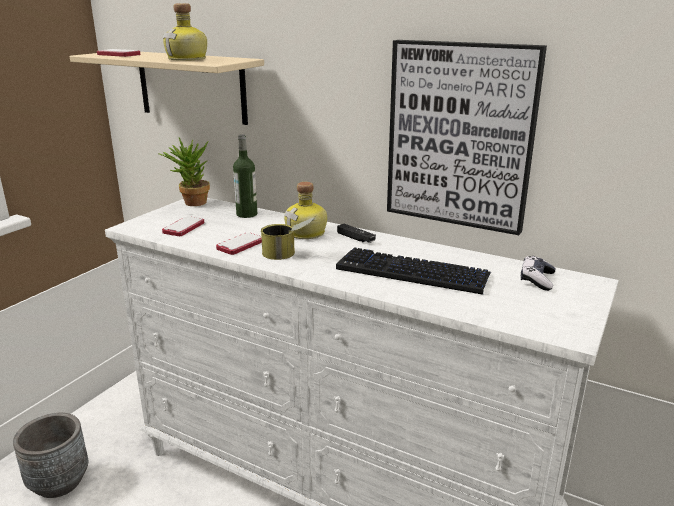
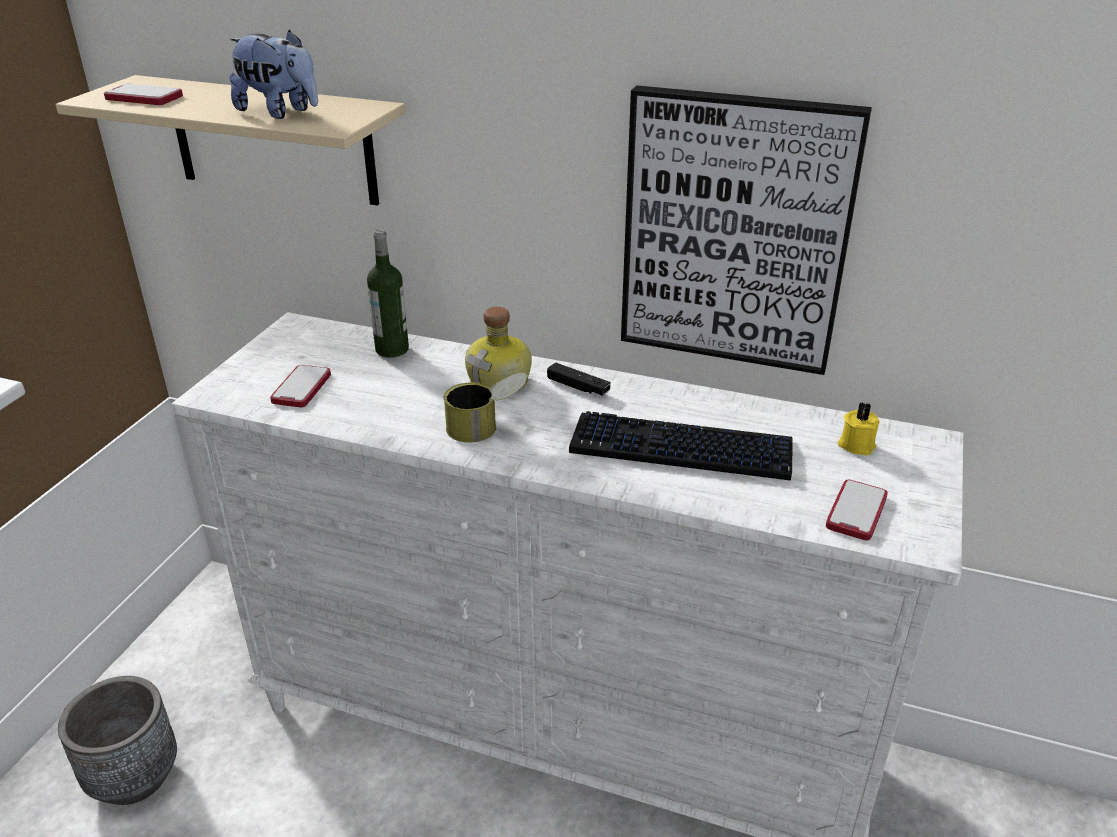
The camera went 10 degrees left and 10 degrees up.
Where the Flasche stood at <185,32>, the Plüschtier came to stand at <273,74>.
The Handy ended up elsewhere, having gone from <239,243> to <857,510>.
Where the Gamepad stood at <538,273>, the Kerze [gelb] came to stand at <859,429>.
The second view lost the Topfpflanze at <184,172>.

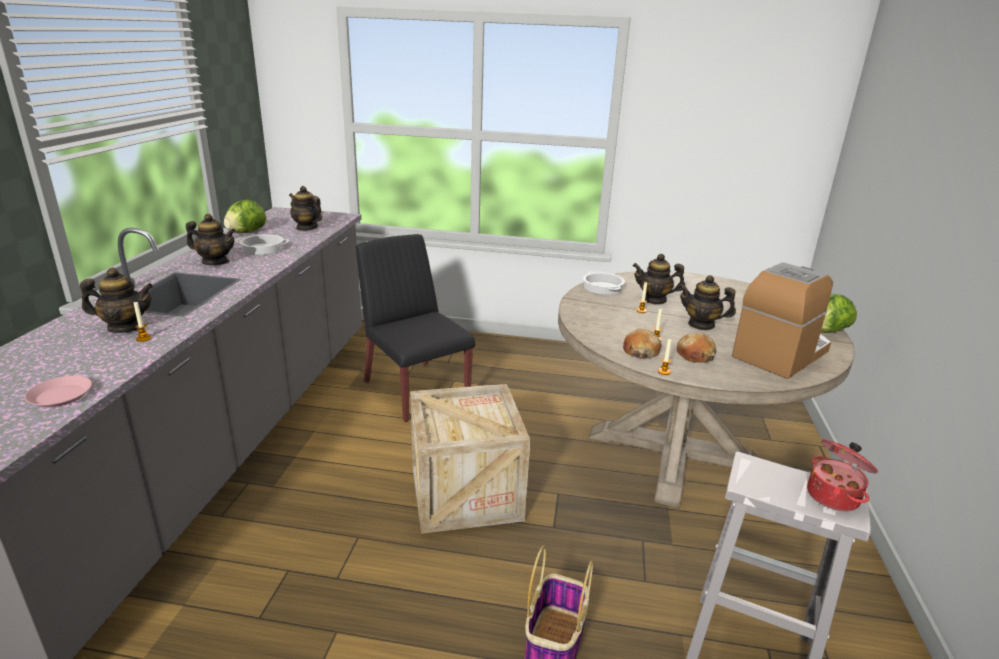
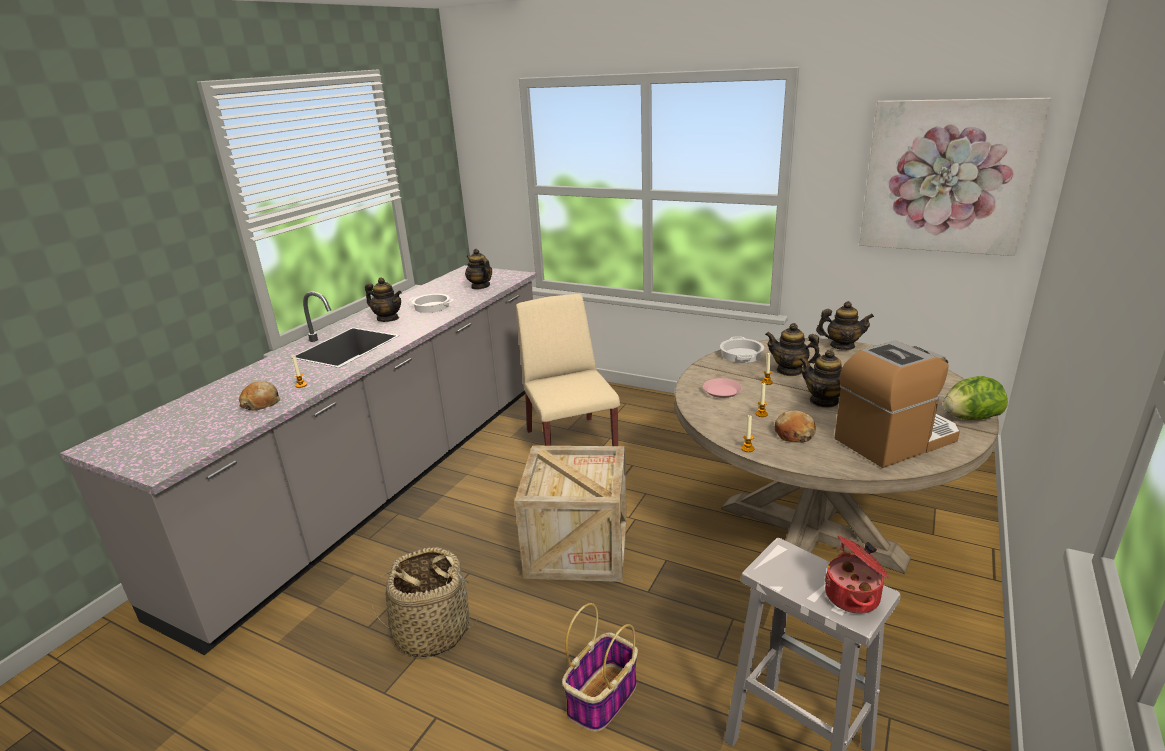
The camera went 20 degrees right and 0 degrees up.
The Brot ended up elsewhere, having gone from <642,343> to <260,396>.
The second view gained the Korb at <425,602>.
What was the Stuhl [schwarz] at <415,328> turned into the Stuhl [beige] at <568,370>.
The Teller [rosa] ended up elsewhere, having gone from <58,391> to <722,388>.
The Teekanne ended up elsewhere, having gone from <116,300> to <845,325>.
The second view gained the Bild at <955,177>.
The second view lost the Salatkopf at <245,216>.

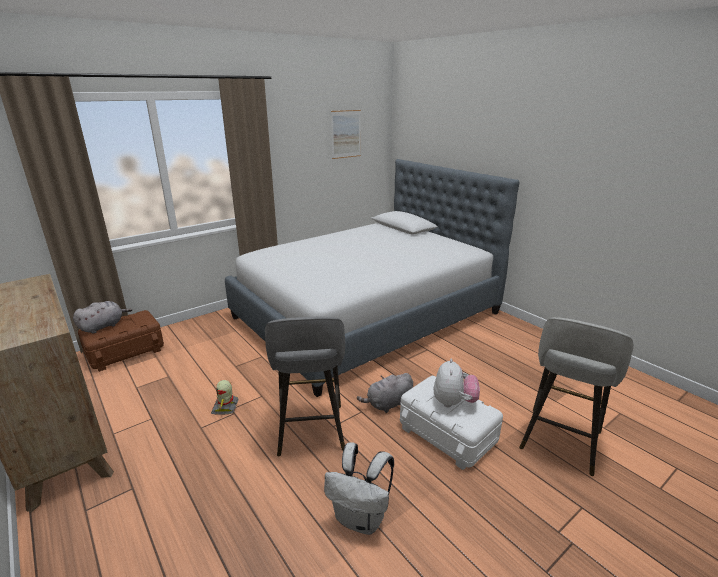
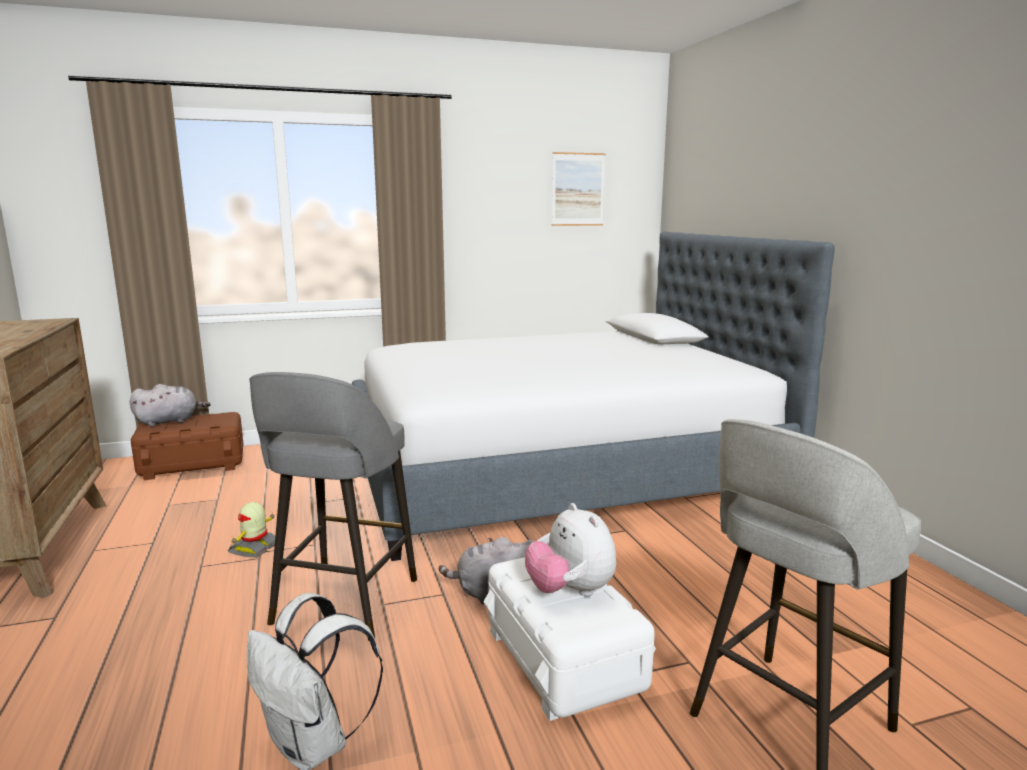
The camera went 20 degrees right and 10 degrees down.
The Plüschtier at <457,382> ended up facing another way, 120 degrees clockwise from before.

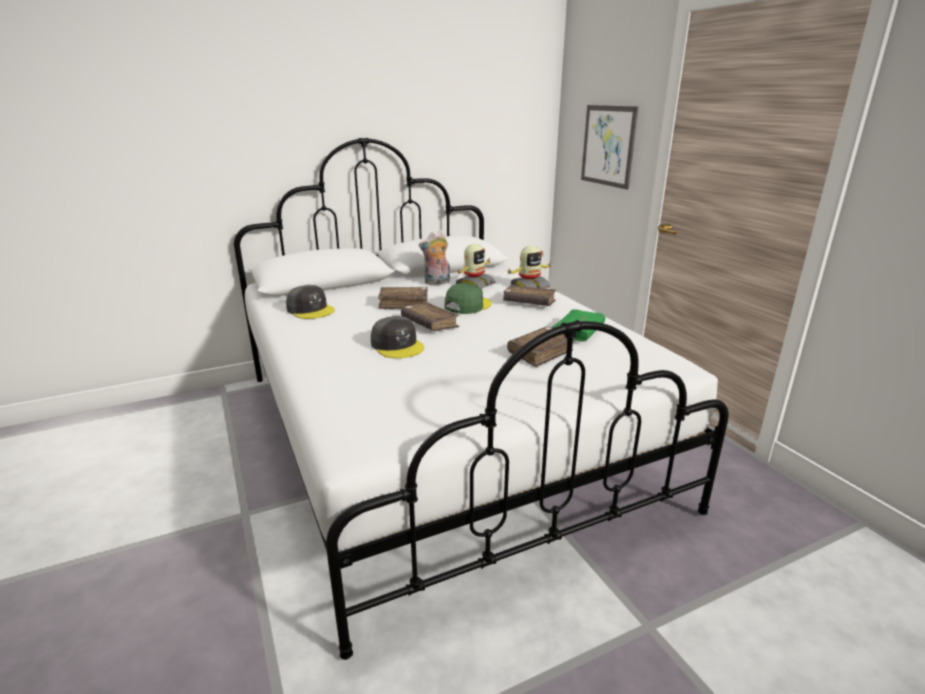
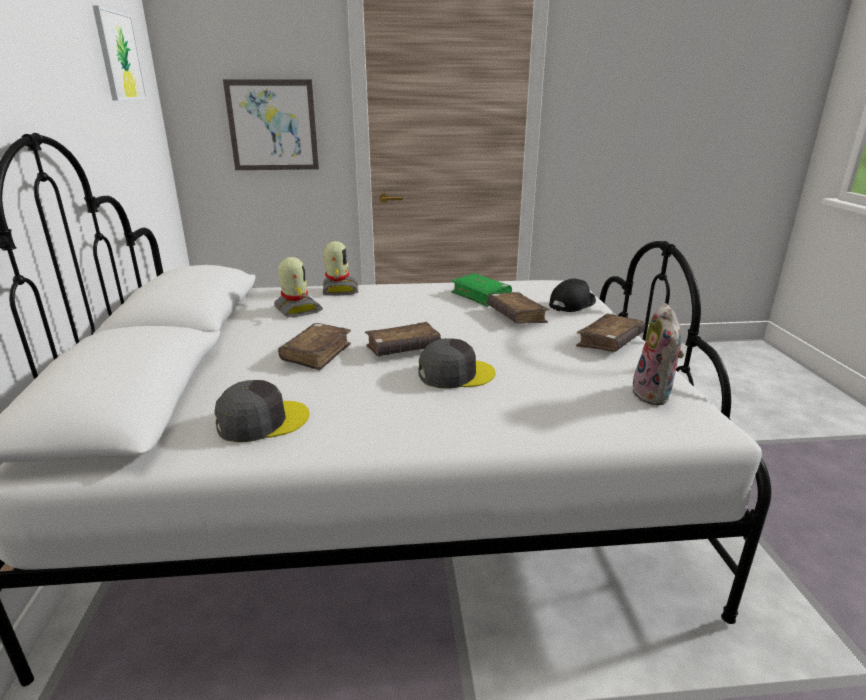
The camera went 70 degrees left and 0 degrees up.
The second view gained the Bild at <119,52>.
The second view gained the Kappe [schwarz] at <572,295>.
The Buch [braun] ended up elsewhere, having gone from <529,295> to <610,332>.
The Plüschtier ended up elsewhere, having gone from <434,257> to <658,354>.
The second view lost the Kappe [grün] at <468,298>.

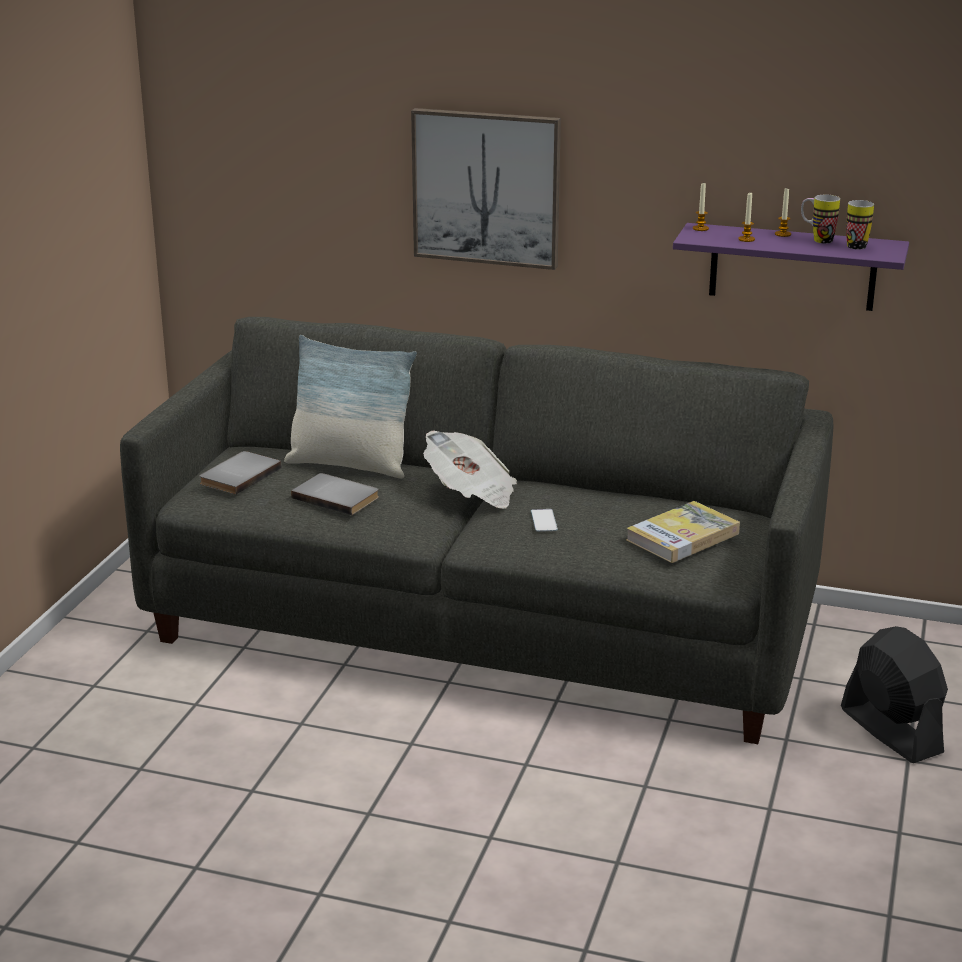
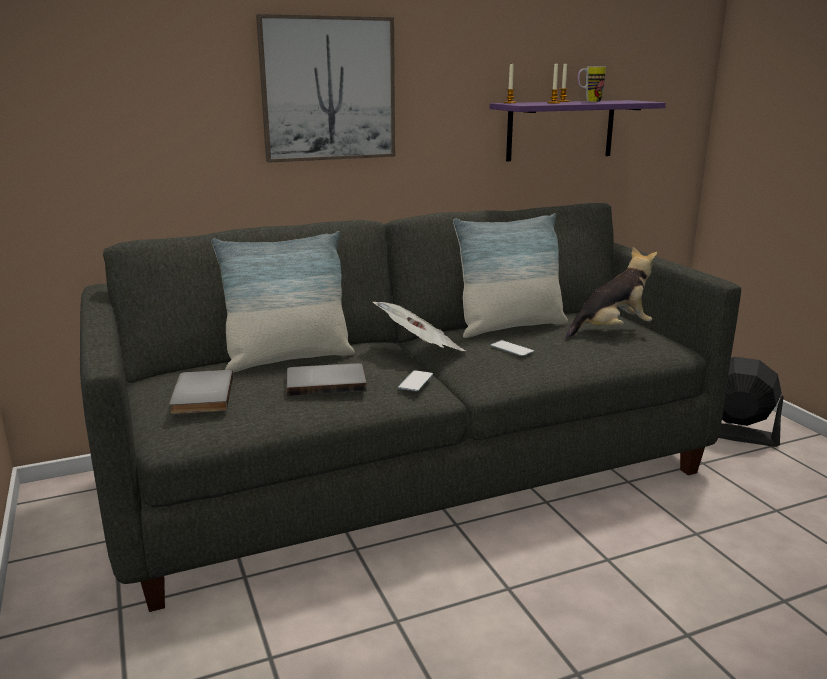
The camera went 40 degrees left and 5 degrees down.
The second view gained the Handy at <415,380>.
The second view gained the Kissen at <510,275>.
Where the Buch stood at <683,532>, the Plüschtier came to stand at <611,293>.
The second view lost the Henkelbecher at <860,225>.

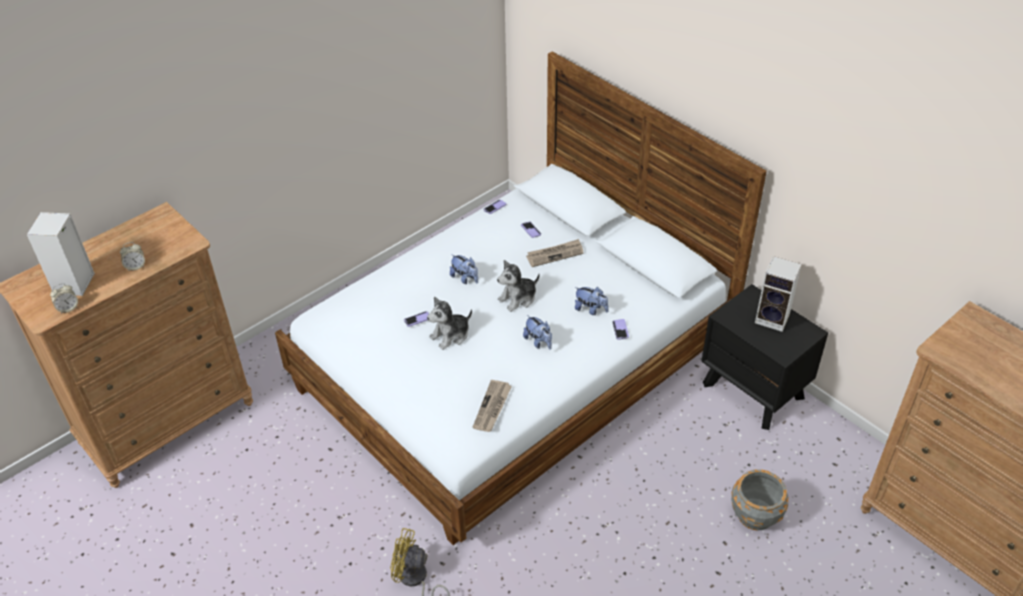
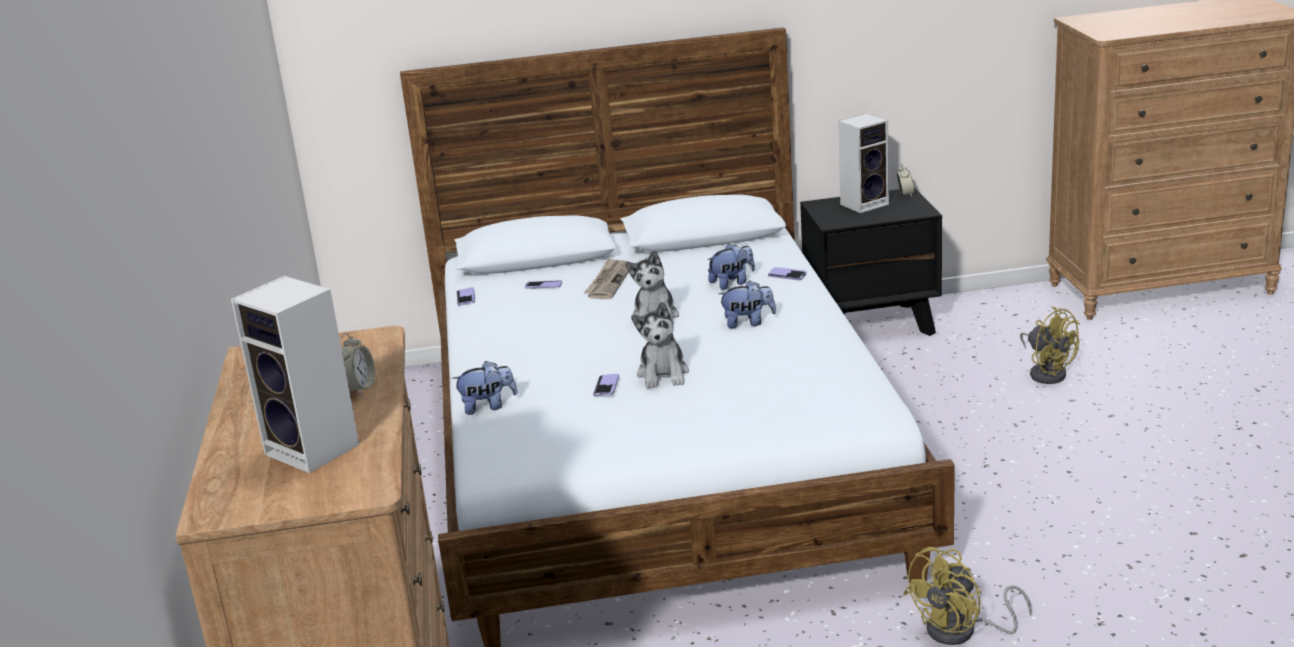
The camera went 55 degrees left and 20 degrees down.
The Plüschtier ended up elsewhere, having gone from <464,269> to <484,388>.
The Wecker ended up elsewhere, having gone from <64,298> to <906,180>.
Where the Pflanzkübel [grau] stood at <759,500>, the Ventilator [gelb] came to stand at <1050,345>.
The second view lost the Zeitung at <492,406>.

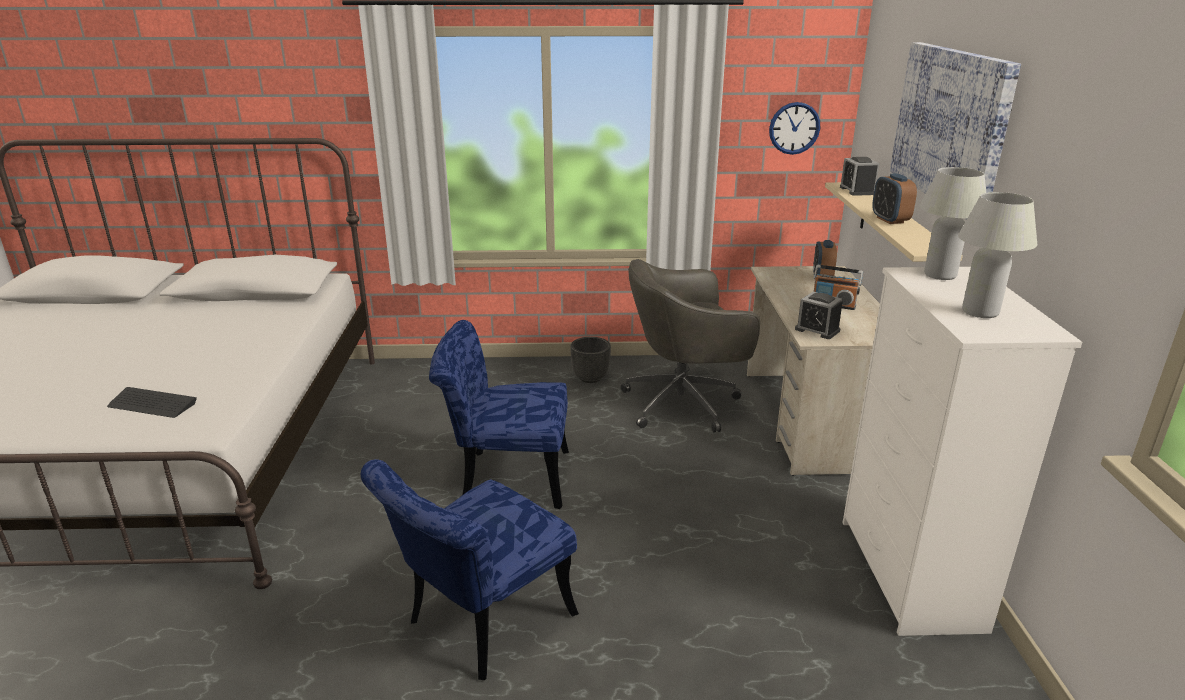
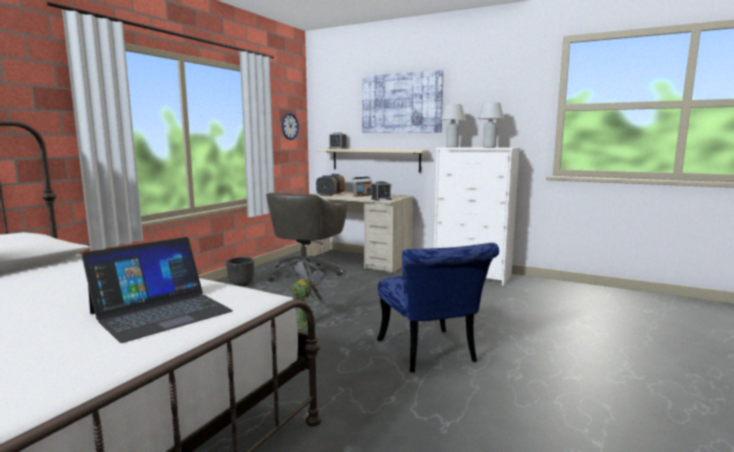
The camera went 60 degrees left and 15 degrees down.
Where the Tastatur stood at <152,402>, the Laptop came to stand at <157,290>.
Where the Stuhl [blau] stood at <499,414>, the Ventilator [grau] came to stand at <309,293>.
The Wecker ended up elsewhere, having gone from <894,198> to <326,185>.

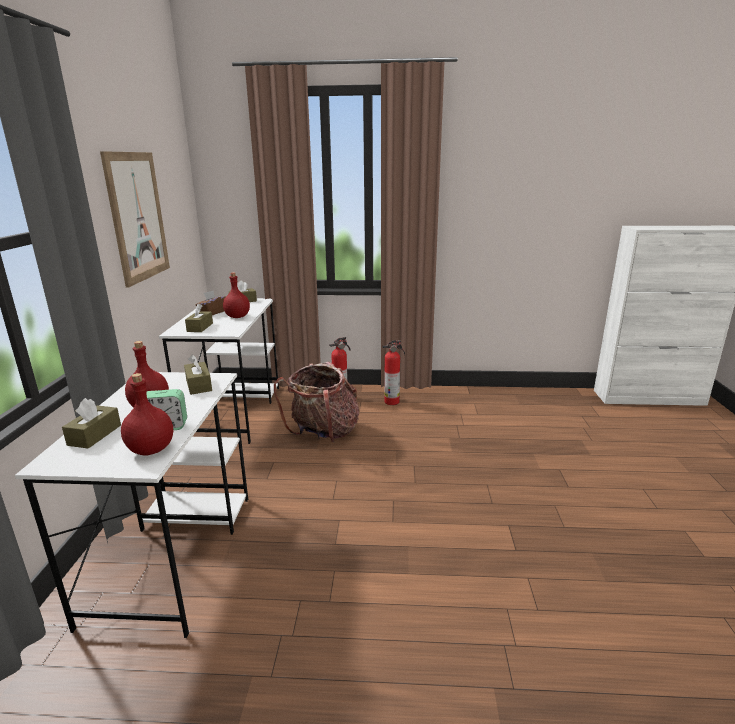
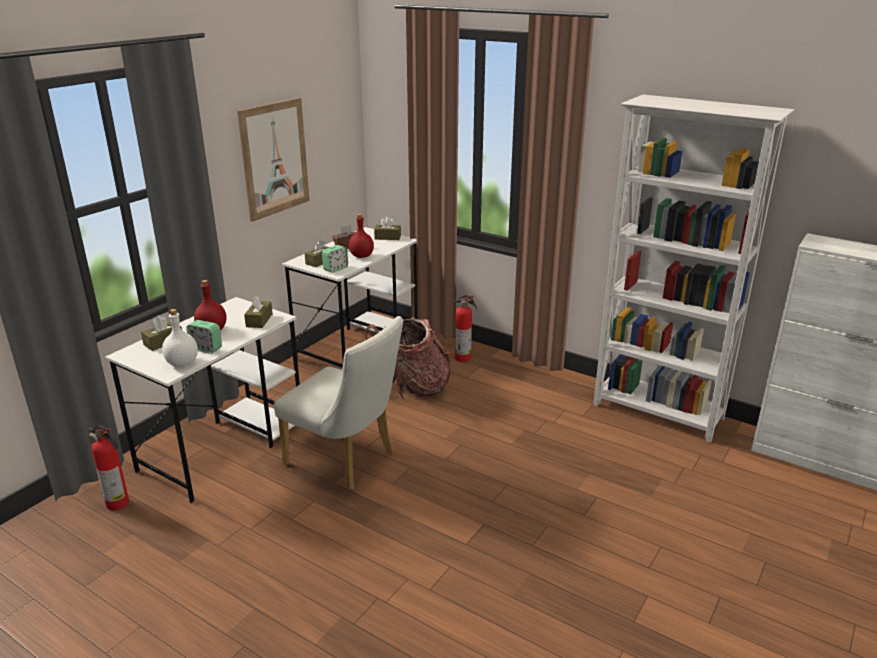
The camera went 30 degrees right and 5 degrees up.
The Feuerlöscher ended up elsewhere, having gone from <393,372> to <108,468>.
What was the Flasche [rot] at <147,414> turned into the Flasche [weiß] at <180,338>.
The second view gained the Stuhl [weiß] at <338,403>.
The second view gained the Wecker at <335,259>.
The second view gained the Bücherregal [weiß] at <693,269>.

